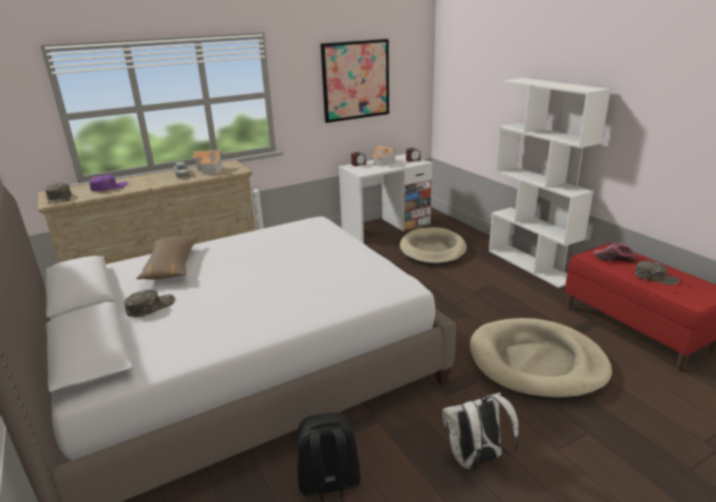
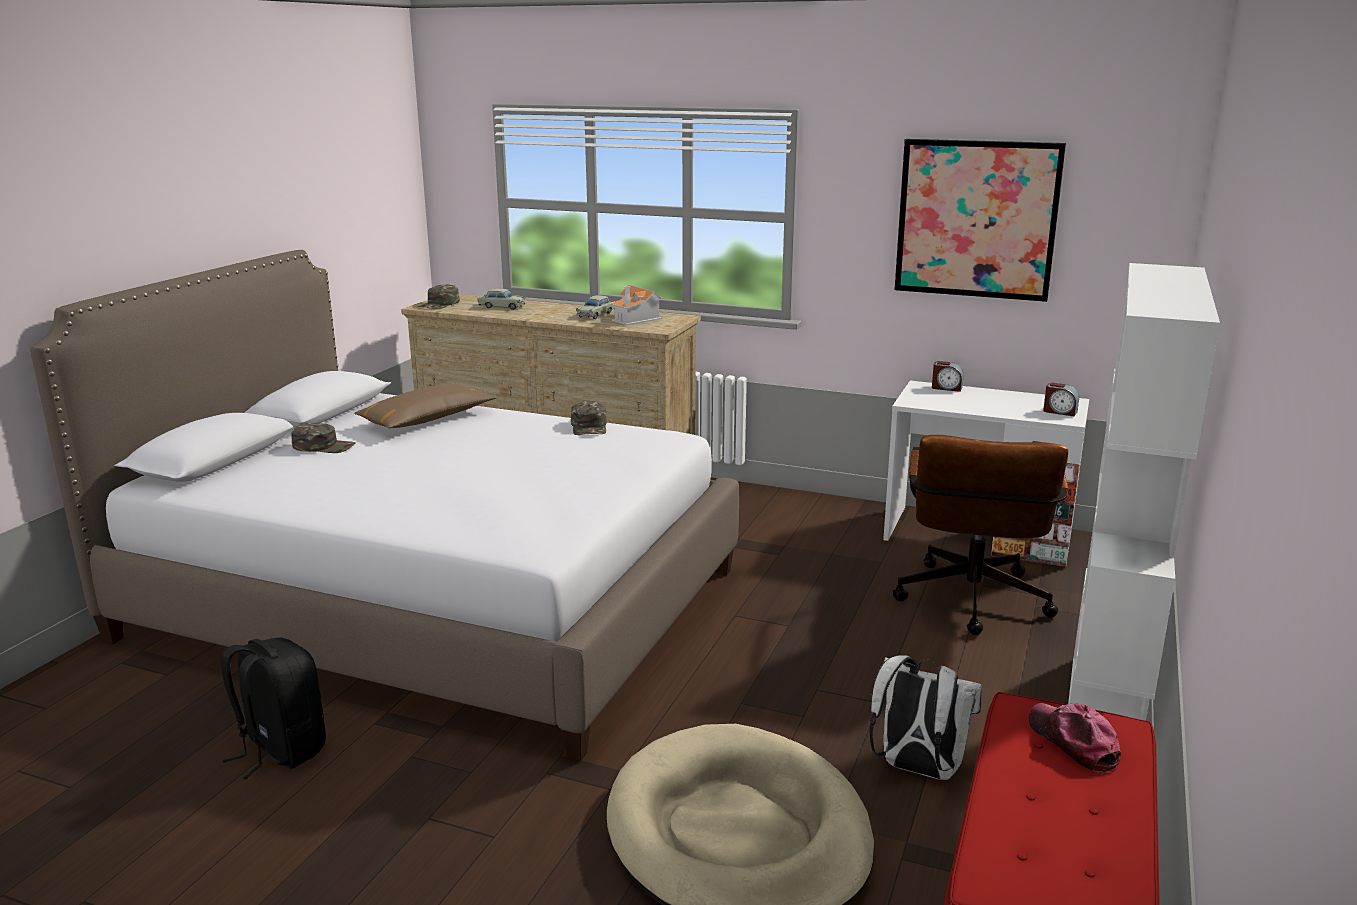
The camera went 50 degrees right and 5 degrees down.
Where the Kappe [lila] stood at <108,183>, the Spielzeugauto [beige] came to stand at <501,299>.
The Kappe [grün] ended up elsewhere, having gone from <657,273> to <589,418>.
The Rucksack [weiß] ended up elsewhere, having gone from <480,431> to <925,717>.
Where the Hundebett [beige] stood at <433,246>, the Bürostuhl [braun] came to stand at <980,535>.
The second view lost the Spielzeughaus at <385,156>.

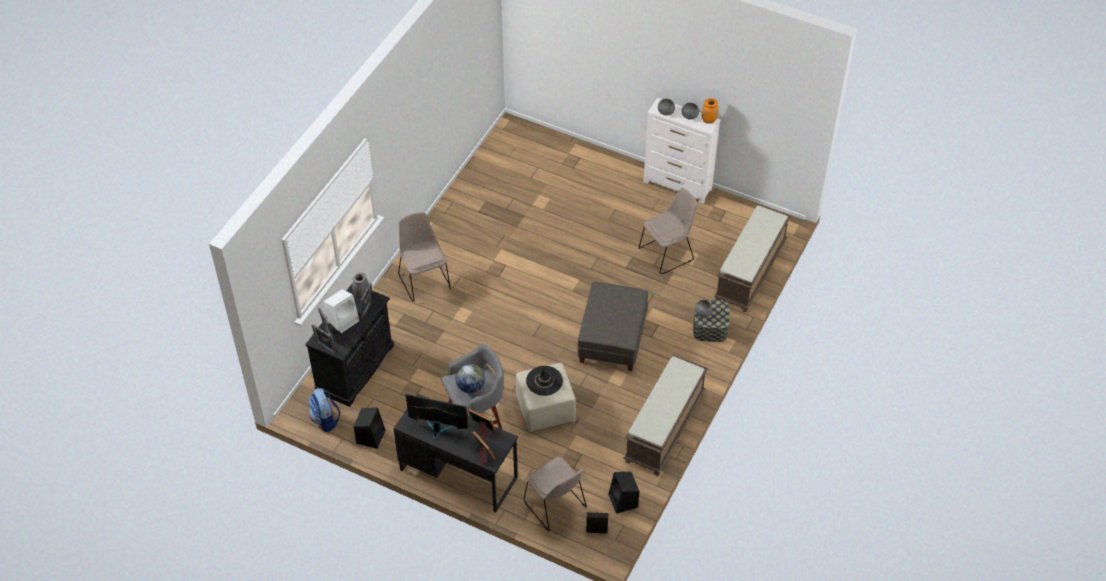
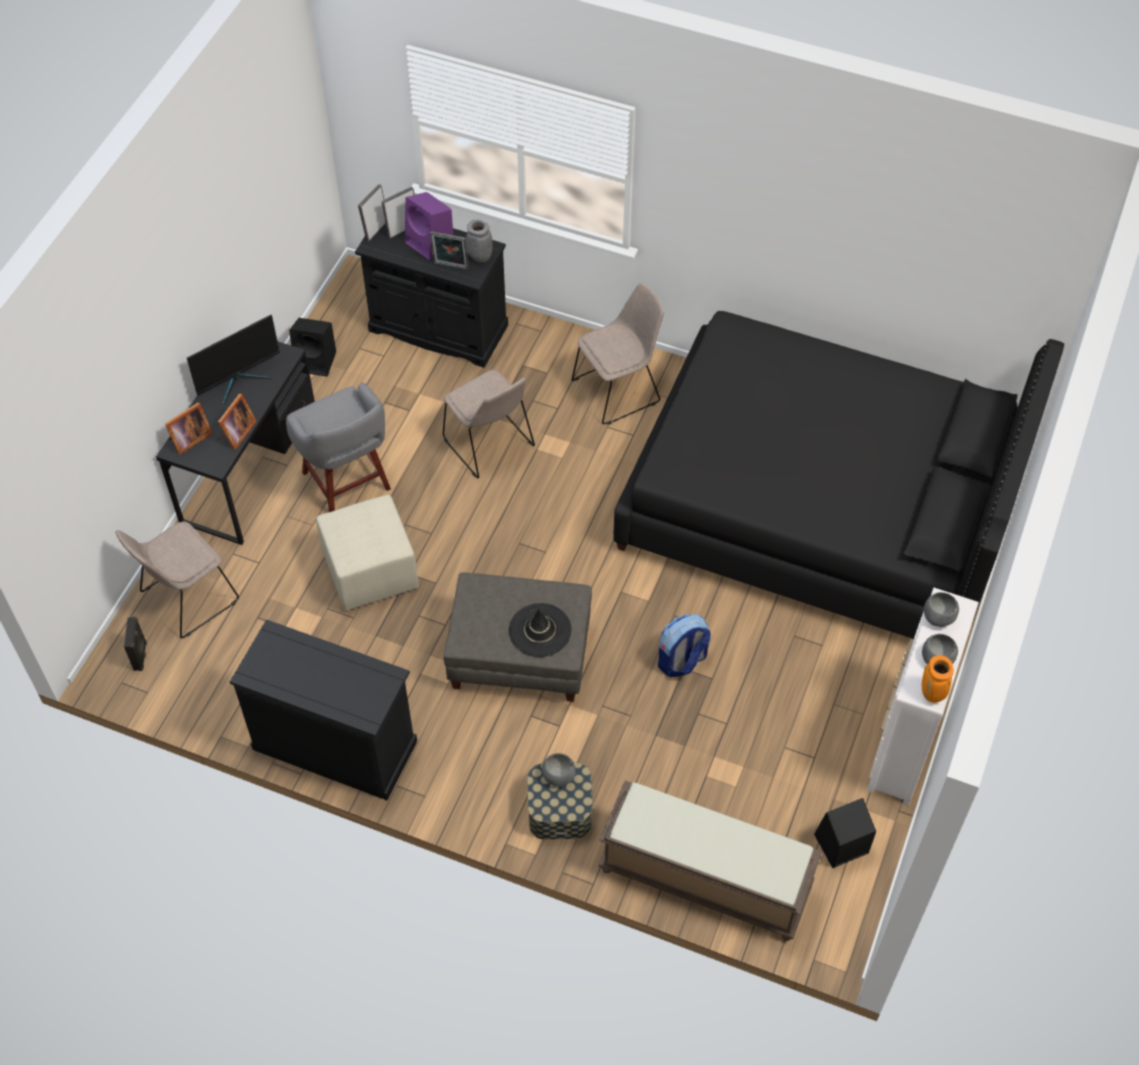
The camera went 85 degrees right and 5 degrees up.
The Monitor at <437,417> ended up facing another way, 45 degrees clockwise from before.
Where the Bank [braun] stood at <666,415>, the Schrank [schwarz] came to stand at <323,709>.
What was the Lautsprecher [weiß] at <341,311> turned into the Lautsprecher [lila] at <429,226>.
The Stuhl [beige] ended up elsewhere, having gone from <668,231> to <489,423>.
The Hut [schwarz] ended up elsewhere, having gone from <544,381> to <540,630>.
The second view gained the Bett [schwarz] at <838,475>.
The Rucksack ended up elsewhere, having gone from <325,410> to <684,645>.
The Lautsprecher [schwarz] ended up elsewhere, having gone from <623,493> to <845,833>.
The second view lost the Globus at <470,378>.

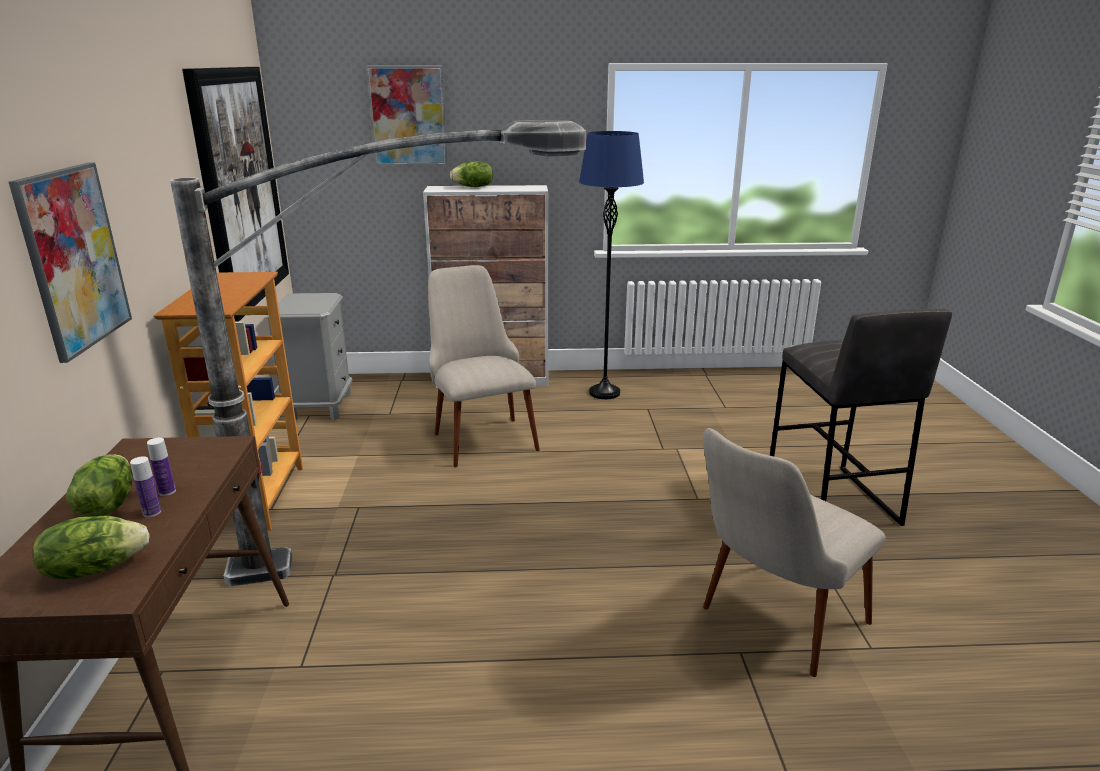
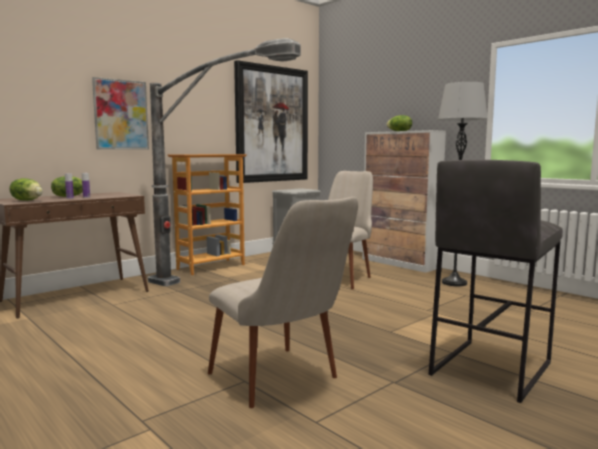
The camera went 50 degrees right and 15 degrees down.
The Stuhl [beige] at <794,552> ended up facing another way, 135 degrees counterclockwise from before.
What was the Stehlampe [blau] at <611,265> turned into the Stehlampe [grau] at <463,184>.
The second view lost the Bild at <407,116>.

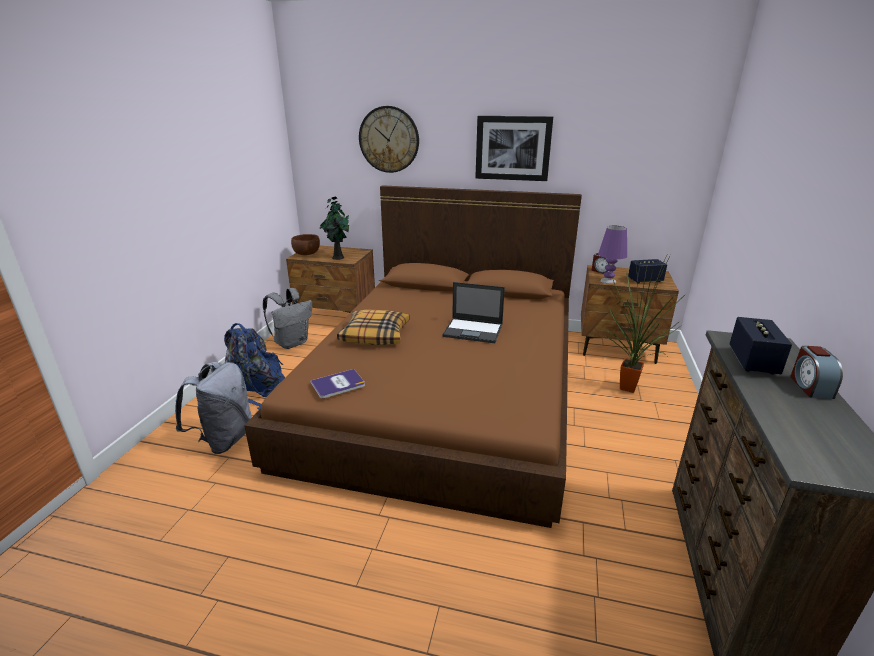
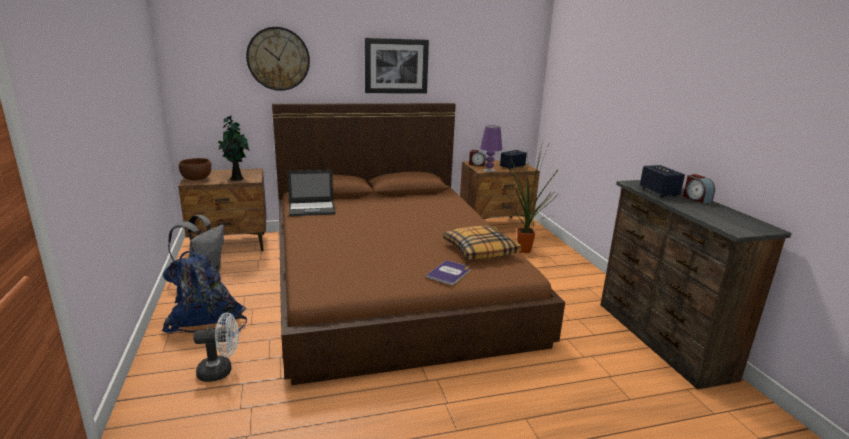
The camera went 30 degrees left and 5 degrees down.
Where the Rucksack [grau] stood at <213,408>, the Ventilator [weiß] came to stand at <216,347>.
The Laptop ended up elsewhere, having gone from <473,312> to <311,193>.
The Buch ended up elsewhere, having gone from <337,383> to <448,272>.
The Kissen ended up elsewhere, having gone from <373,327> to <482,243>.

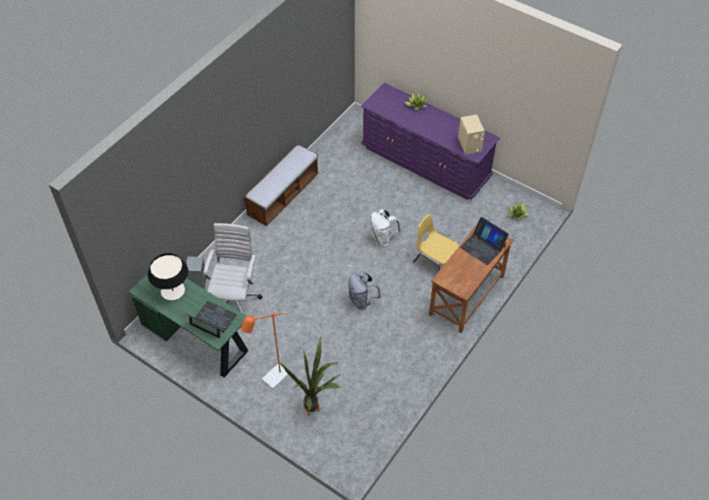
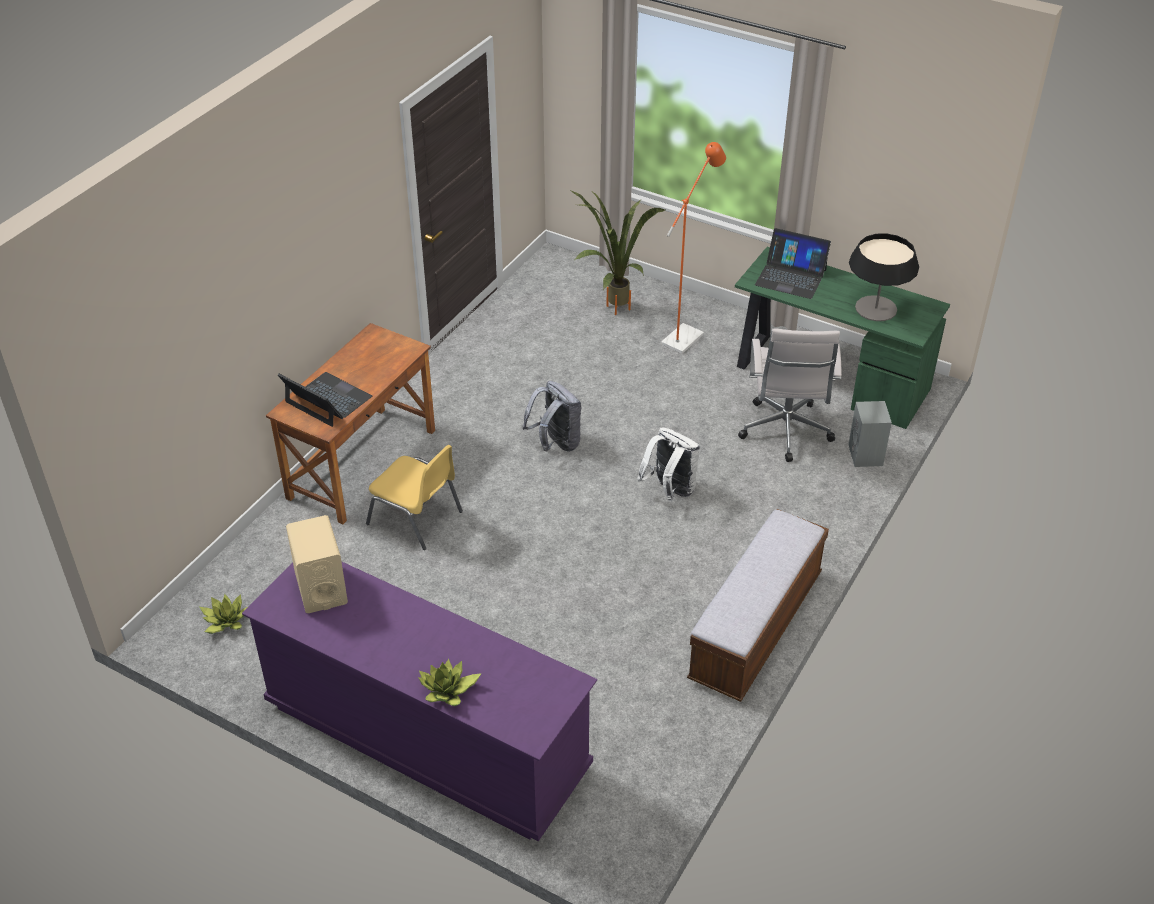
The camera went 175 degrees right and 10 degrees down.
The Rucksack [weiß] ended up elsewhere, having gone from <385,227> to <668,464>.

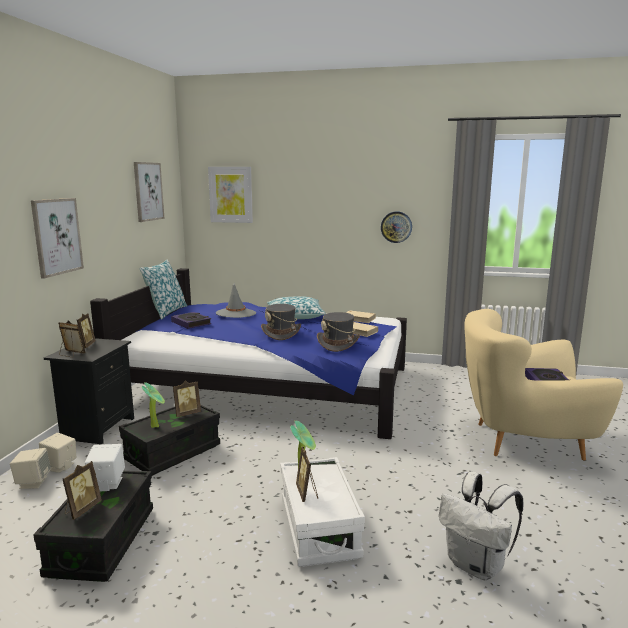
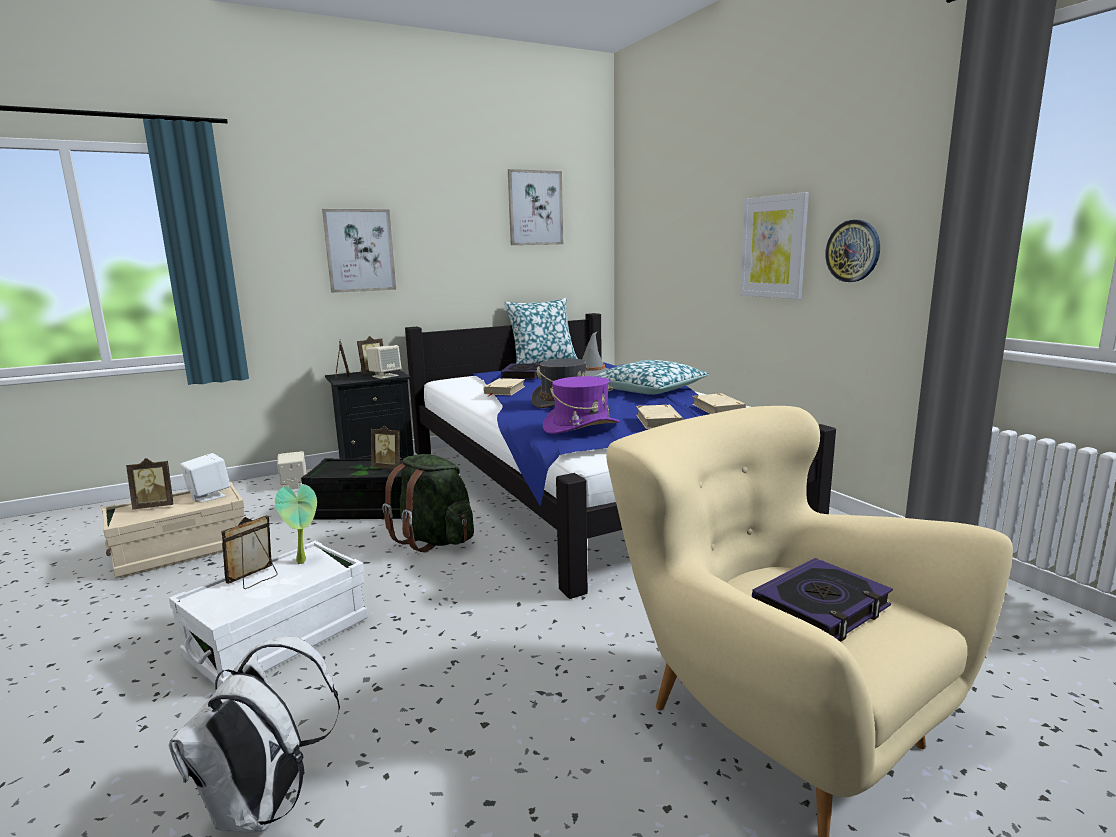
The camera went 50 degrees right and 0 degrees up.
What was the Aufbewahrungsbox [schwarz] at <93,526> turned into the Aufbewahrungsbox [beige] at <173,530>.
The Lautsprecher [beige] ended up elsewhere, having gone from <30,468> to <383,362>.
The second view gained the Rucksack [grün] at <428,503>.
The second view gained the Buch [beige] at <504,387>.
What was the Hut [grau] at <338,332> turned into the Hut [lila] at <581,405>.
The Bild ended up elsewhere, having gone from <230,195> to <774,245>.
The second view lost the Topfpflanze at <153,405>.

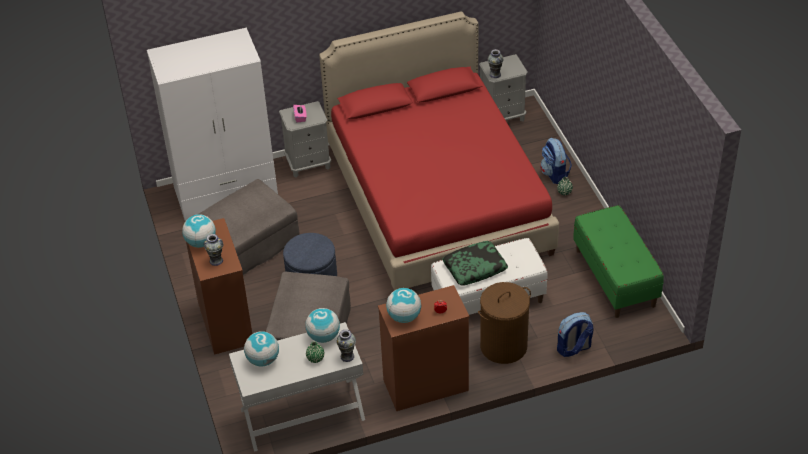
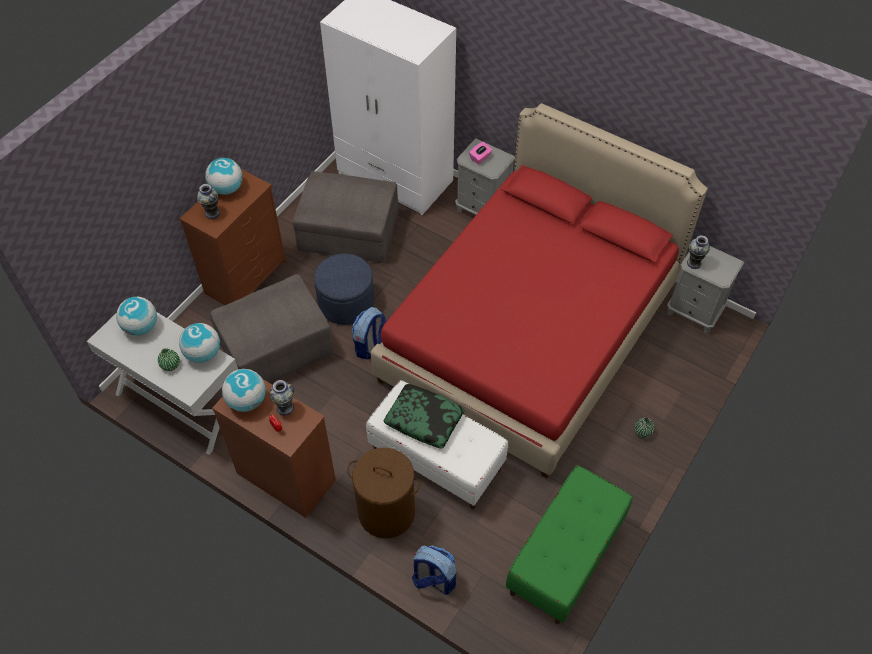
The camera went 50 degrees right and 10 degrees up.
The Vase ended up elsewhere, having gone from <346,346> to <282,397>.
The Rucksack ended up elsewhere, having gone from <556,161> to <369,333>.

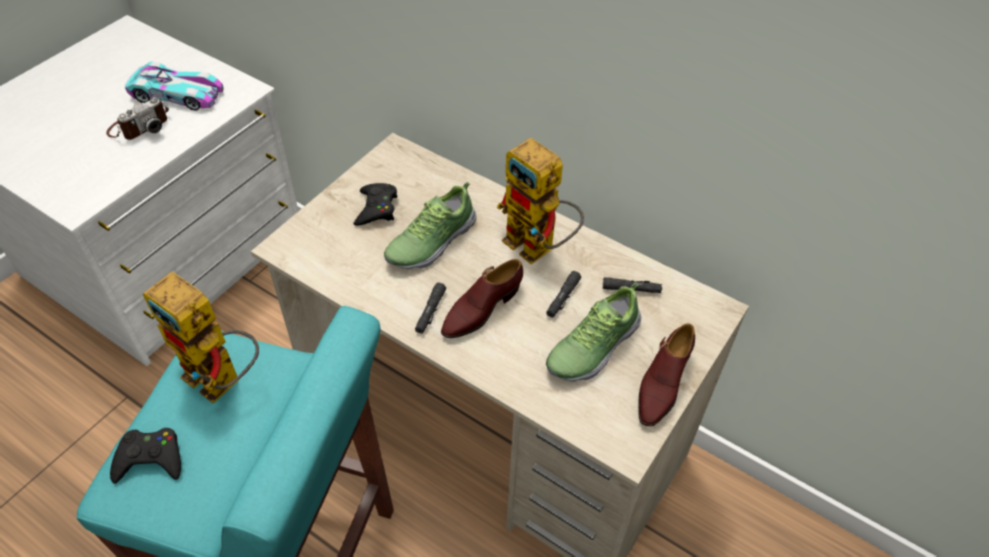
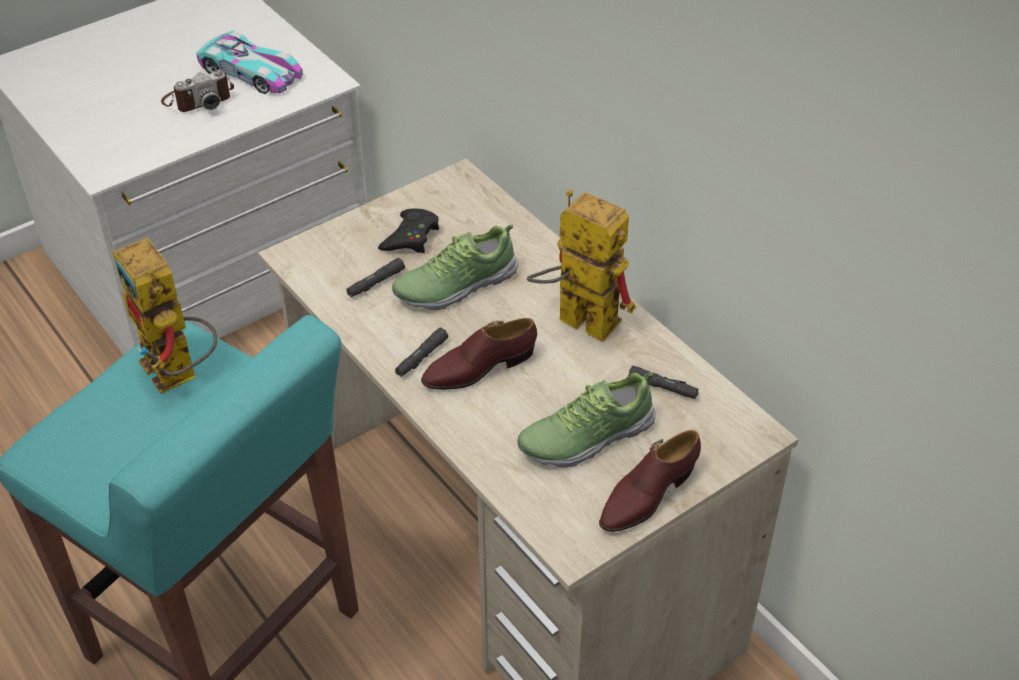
The camera went 20 degrees right and 5 degrees down.
The Taschenlampe [schwarz] ended up elsewhere, having gone from <563,294> to <376,277>.
The Spielzeugroboter at <540,201> ended up facing another way, 150 degrees clockwise from before.
The second view lost the Gamepad [schwarz] at <145,456>.

